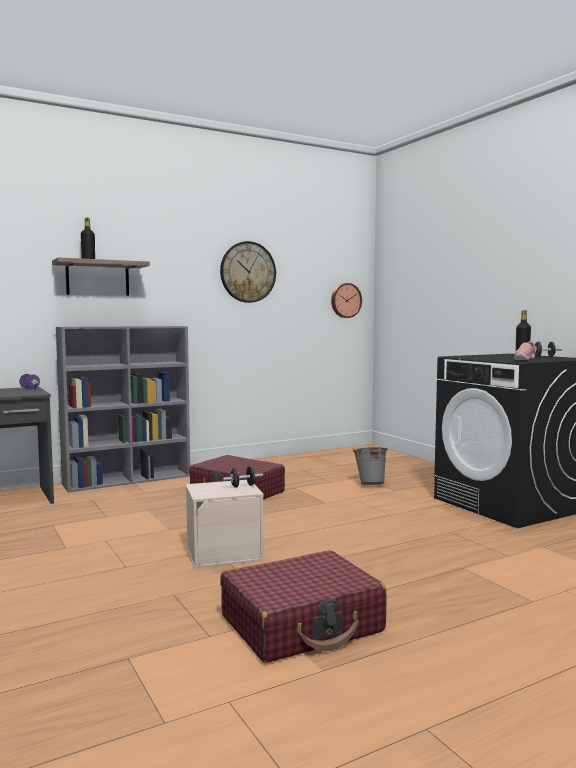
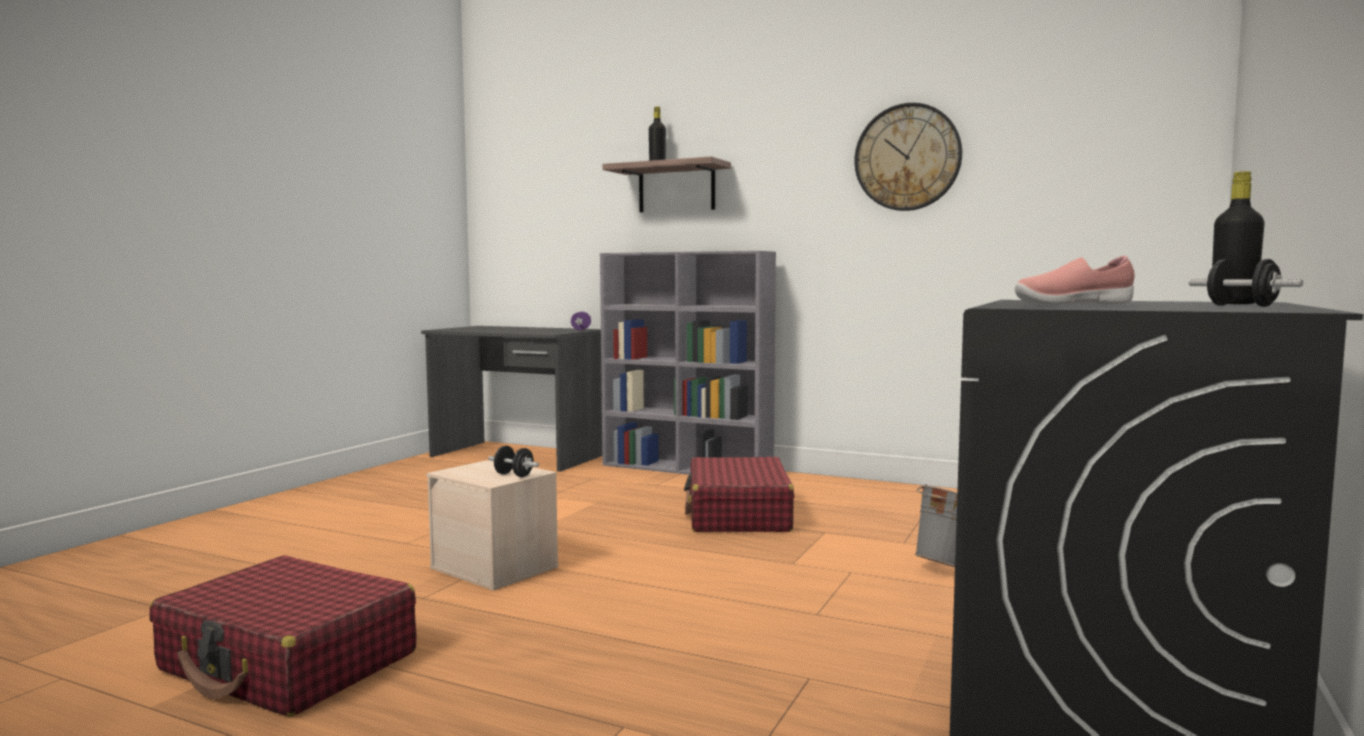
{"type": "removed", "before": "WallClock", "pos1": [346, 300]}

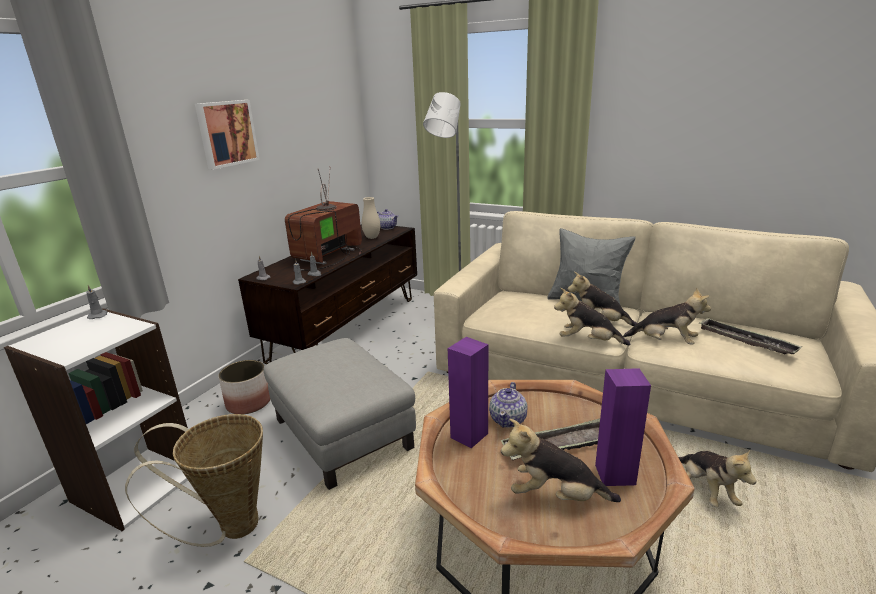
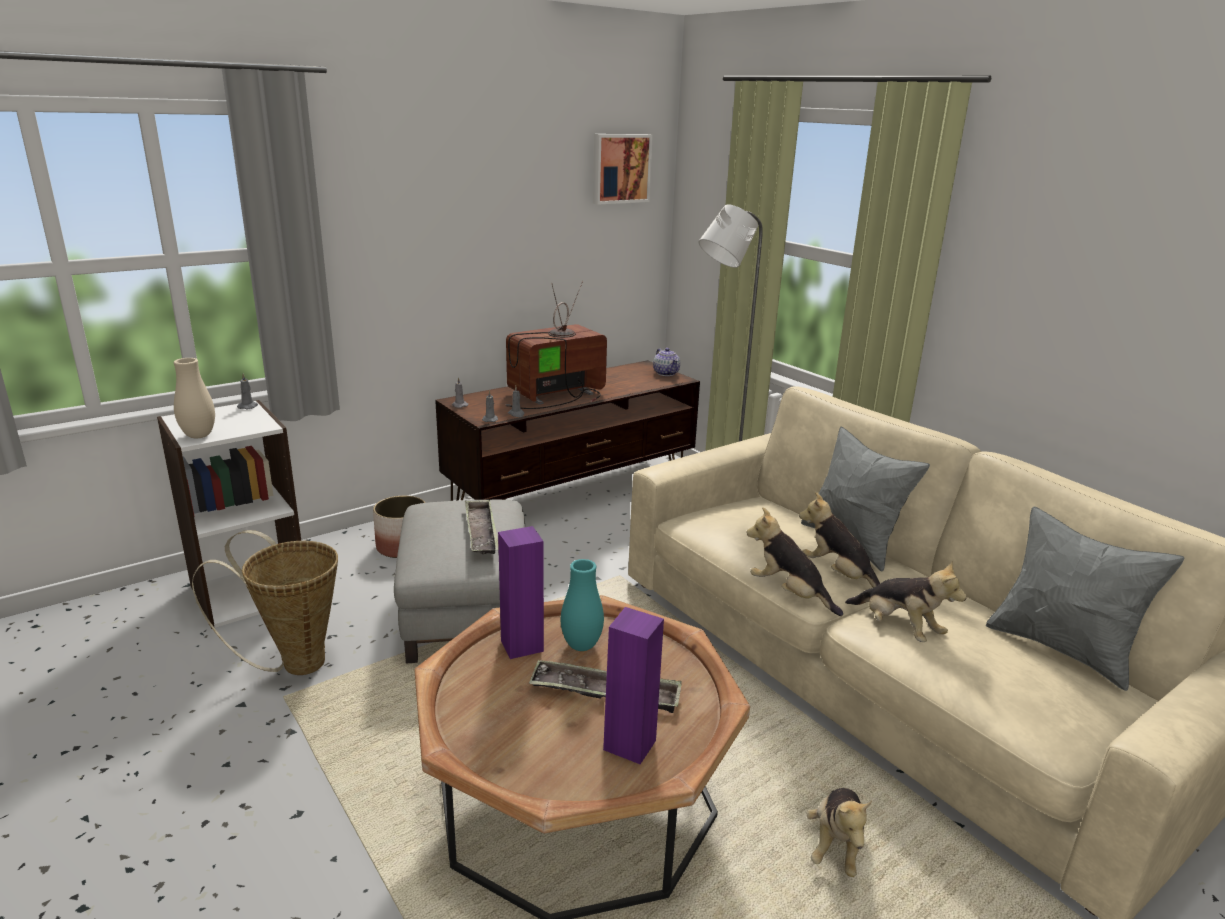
{"type": "removed", "before": "CuddlyToy", "pos1": [561, 460]}
{"type": "added", "after": "GrayCushion", "pos2": [1085, 598]}
{"type": "moved", "before": "Picture", "pos1": [227, 134], "pos2": [623, 169]}
{"type": "moved", "before": "SandColouredFlowerVase", "pos1": [371, 218], "pos2": [194, 398]}
{"type": "moved", "before": "CarryingTray", "pos1": [750, 336], "pos2": [482, 527]}
{"type": "replaced", "before": "TeaPot", "after": "TurquoiseColouredFlowerVase", "pos1": [508, 405], "pos2": [582, 605]}

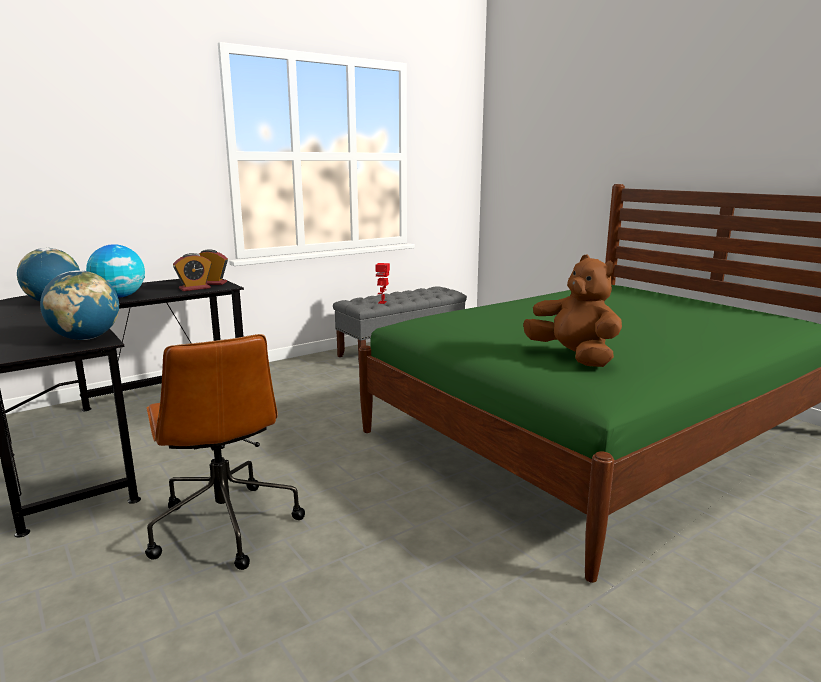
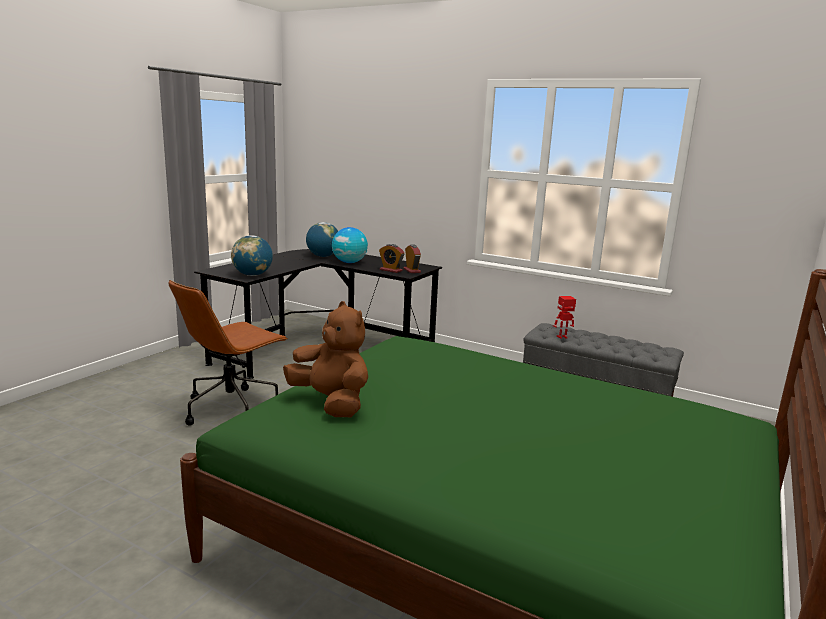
{"type": "turned", "before": "BrownCuddlyToy", "pos1": [572, 310], "pos2": [325, 359], "turn": -75}

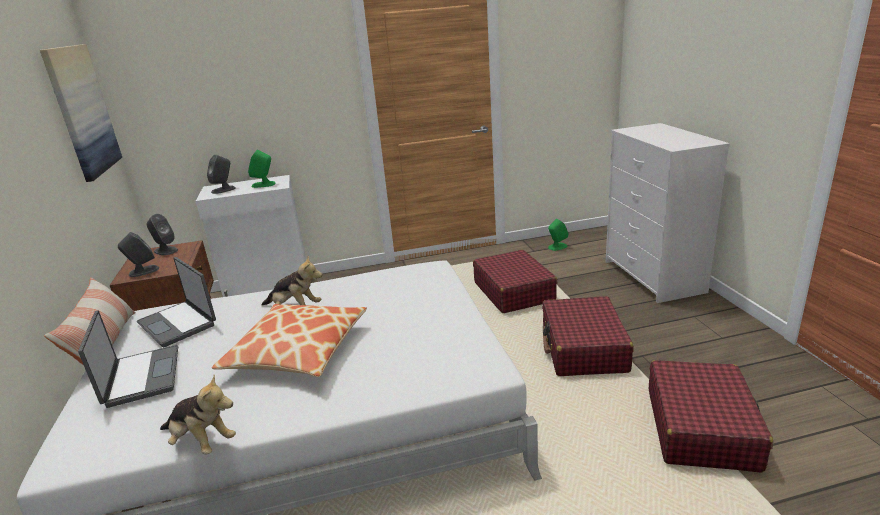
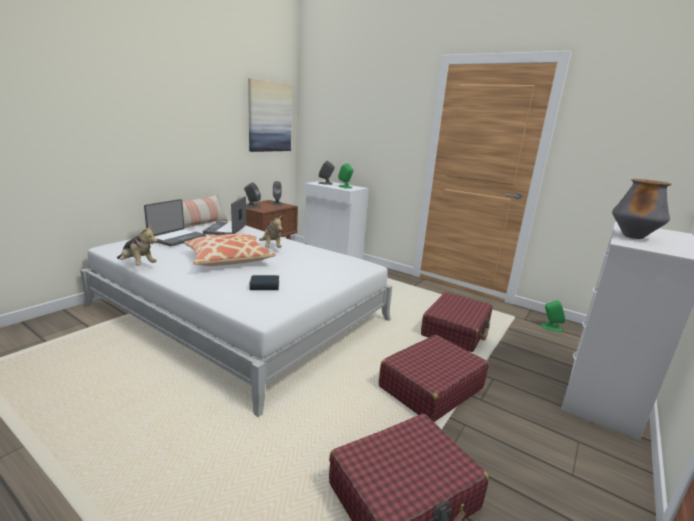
{"type": "added", "after": "Book", "pos2": [264, 282]}
{"type": "added", "after": "FlowerVase", "pos2": [642, 209]}
{"type": "turned", "before": "CuddlyToy", "pos1": [198, 415], "pos2": [137, 245], "turn": -45}

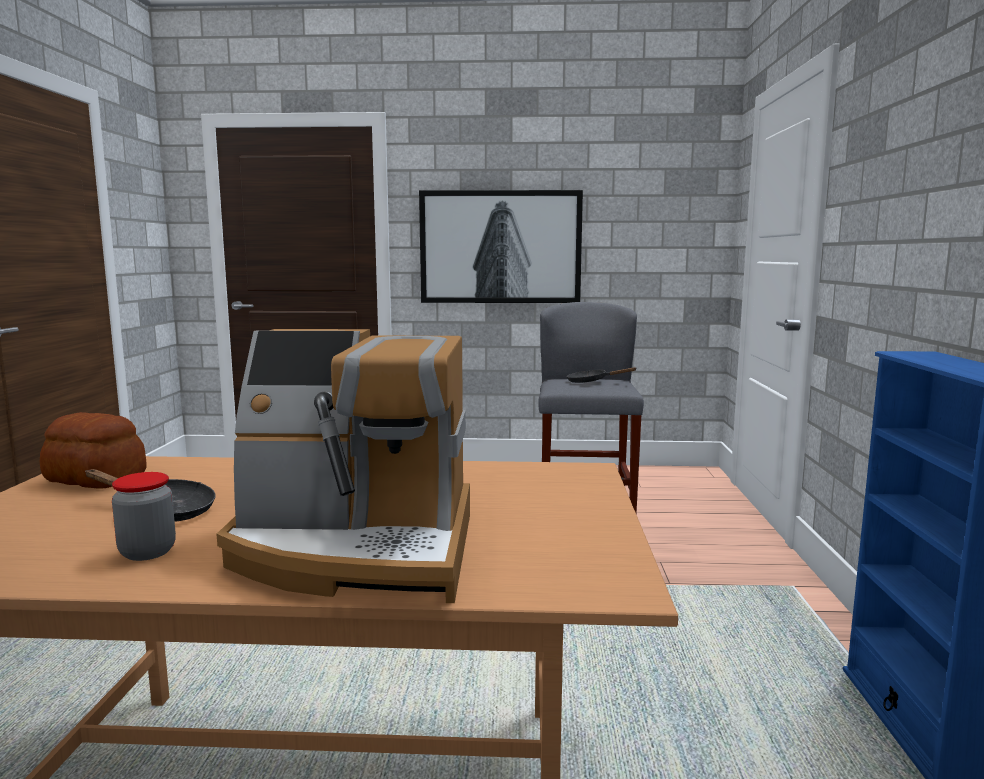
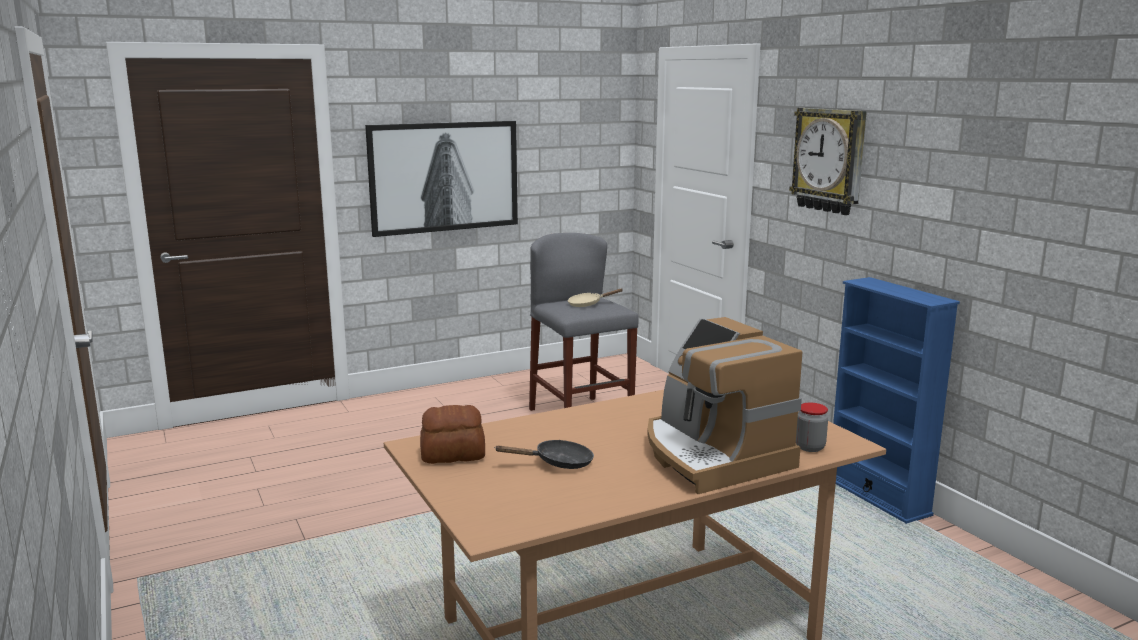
{"type": "added", "after": "WallClock", "pos2": [828, 161]}
{"type": "moved", "before": "Jar", "pos1": [144, 516], "pos2": [812, 427]}
{"type": "recoloured", "before": "BlackColouredPan", "after": "SandColouredPan", "pos1": [602, 375], "pos2": [595, 298]}
{"type": "turned", "before": "CoffeeMachine", "pos1": [343, 466], "pos2": [724, 405], "turn": 90}

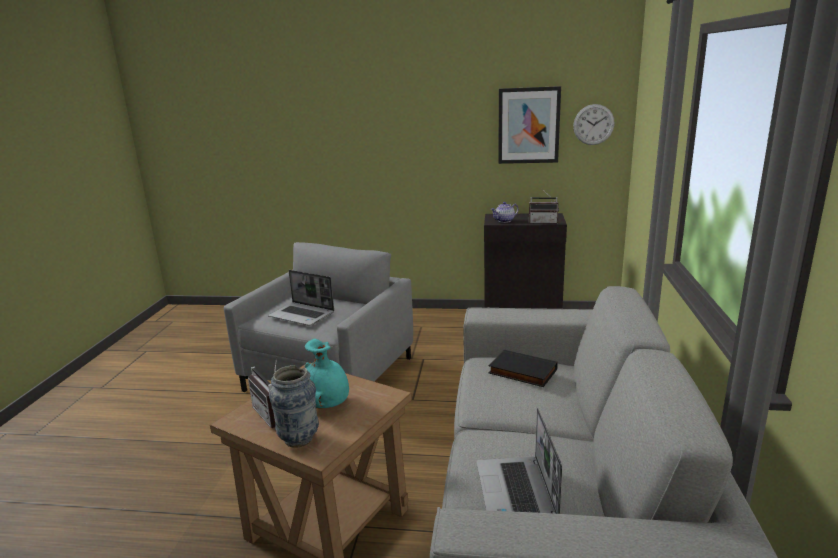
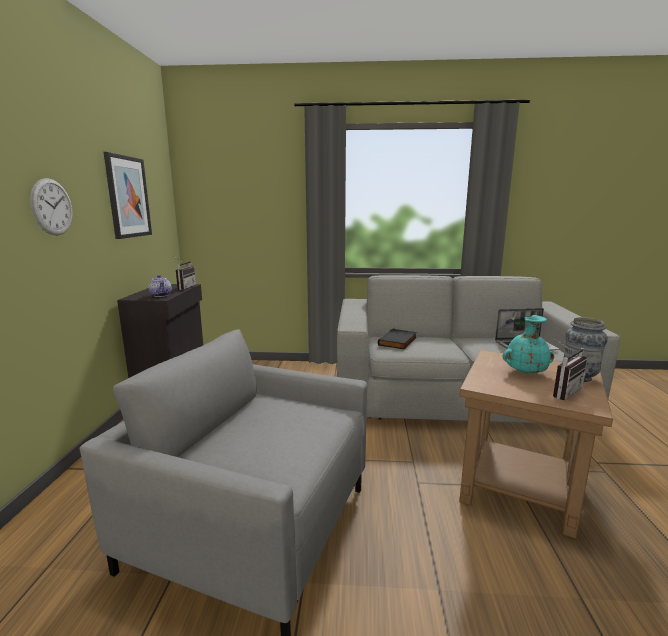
{"type": "removed", "before": "Laptop", "pos1": [301, 298]}
{"type": "moved", "before": "WallClock", "pos1": [594, 124], "pos2": [51, 206]}

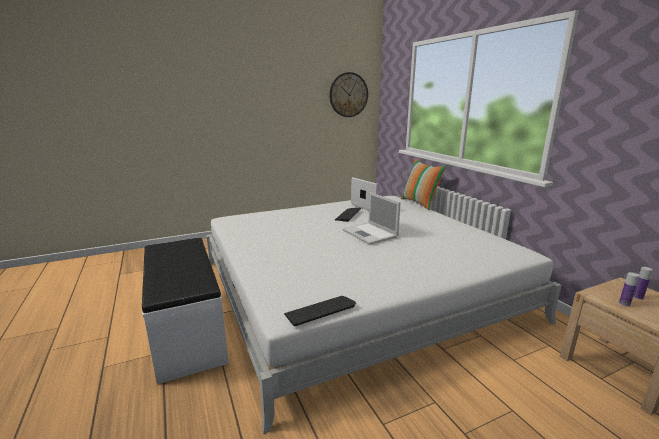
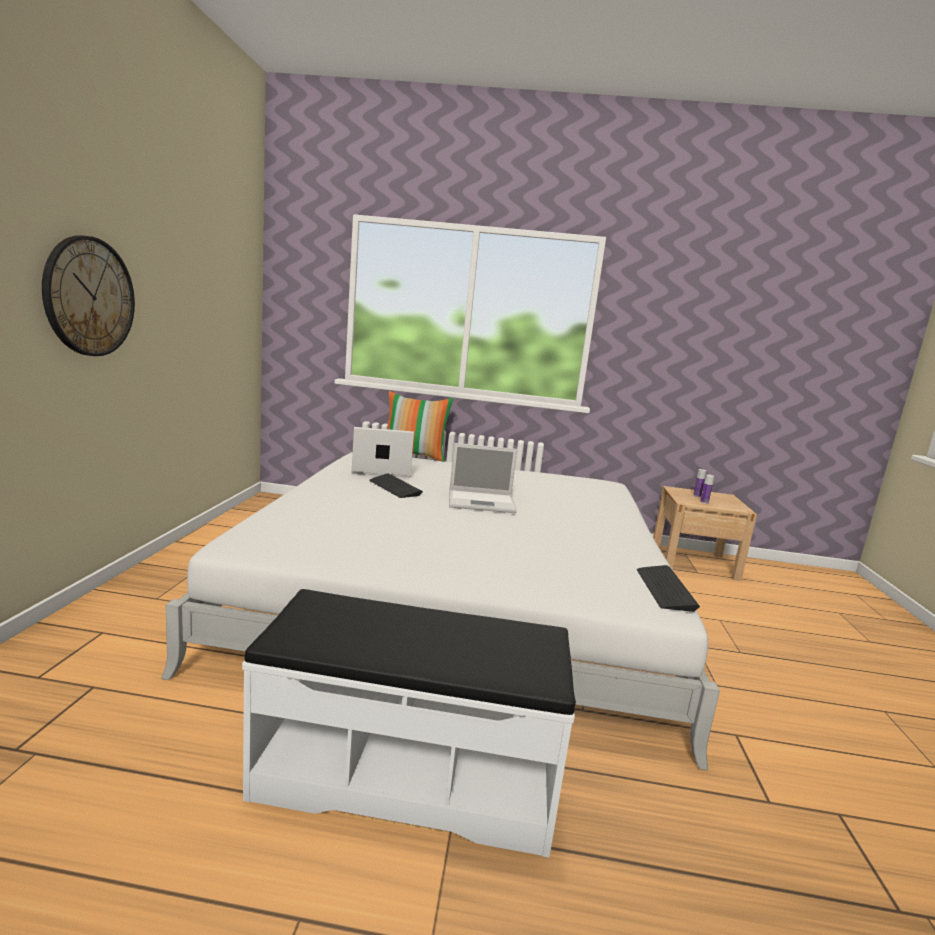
{"type": "moved", "before": "WallClock", "pos1": [348, 94], "pos2": [88, 295]}

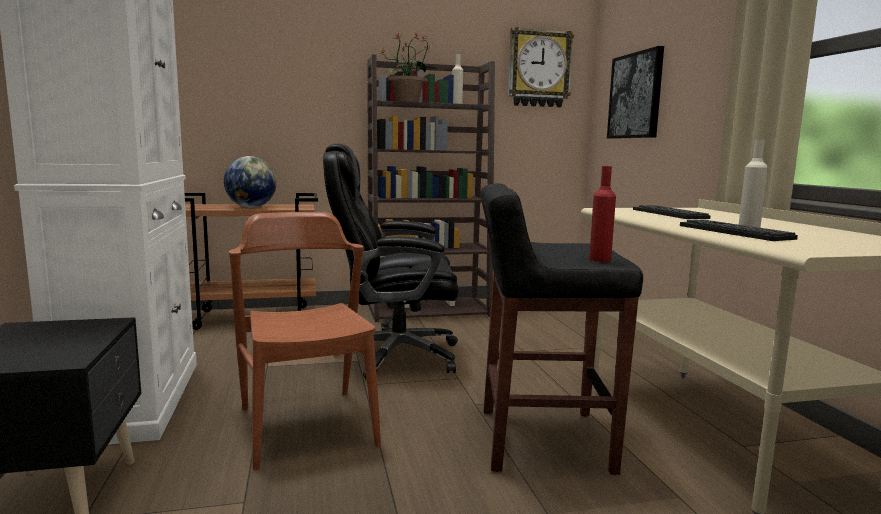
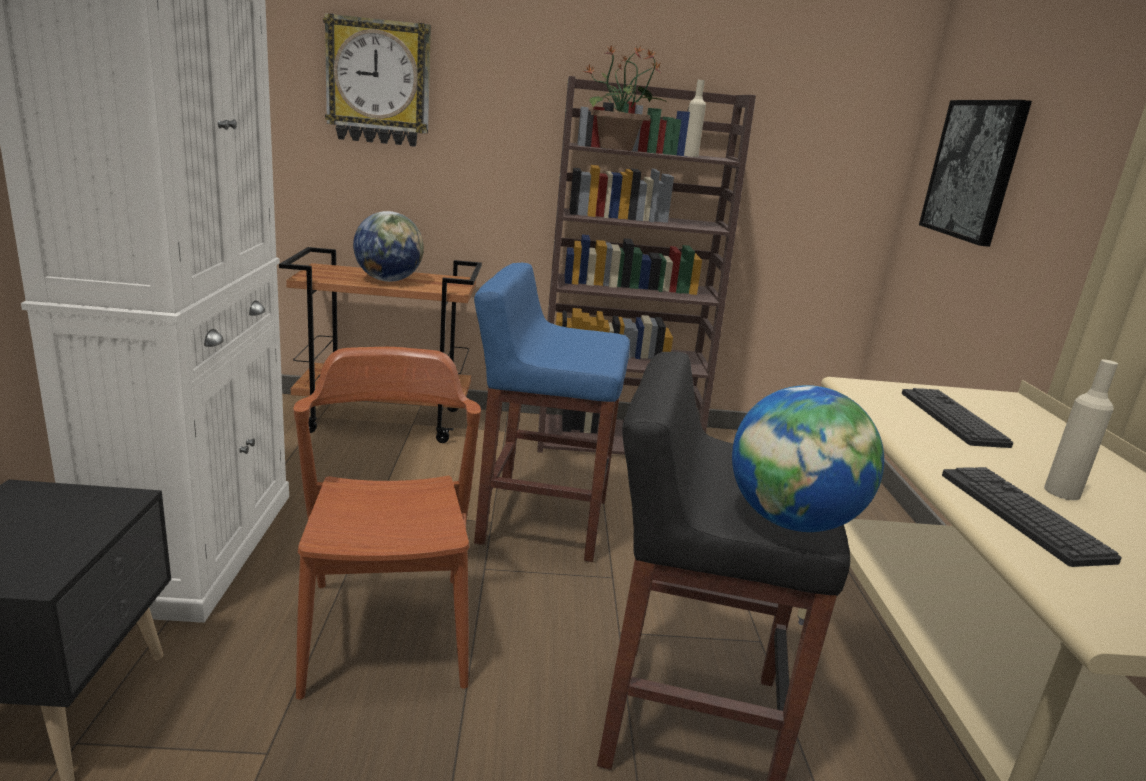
{"type": "moved", "before": "WallClock", "pos1": [541, 67], "pos2": [377, 80]}
{"type": "replaced", "before": "BlackColouredDeskChair", "after": "BlueColouredSittingStool", "pos1": [391, 261], "pos2": [552, 412]}
{"type": "replaced", "before": "RedBeverageBottle", "after": "Globe", "pos1": [602, 214], "pos2": [808, 458]}

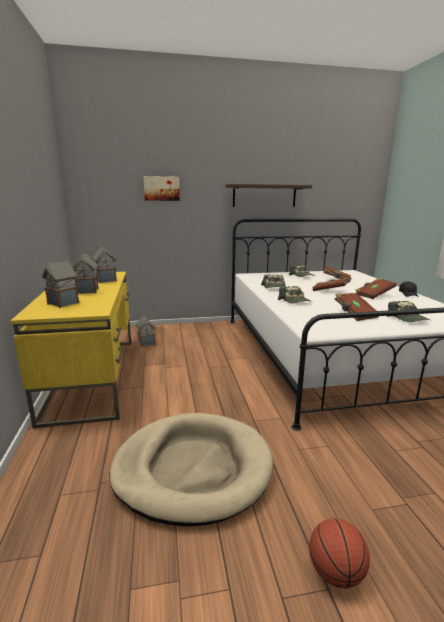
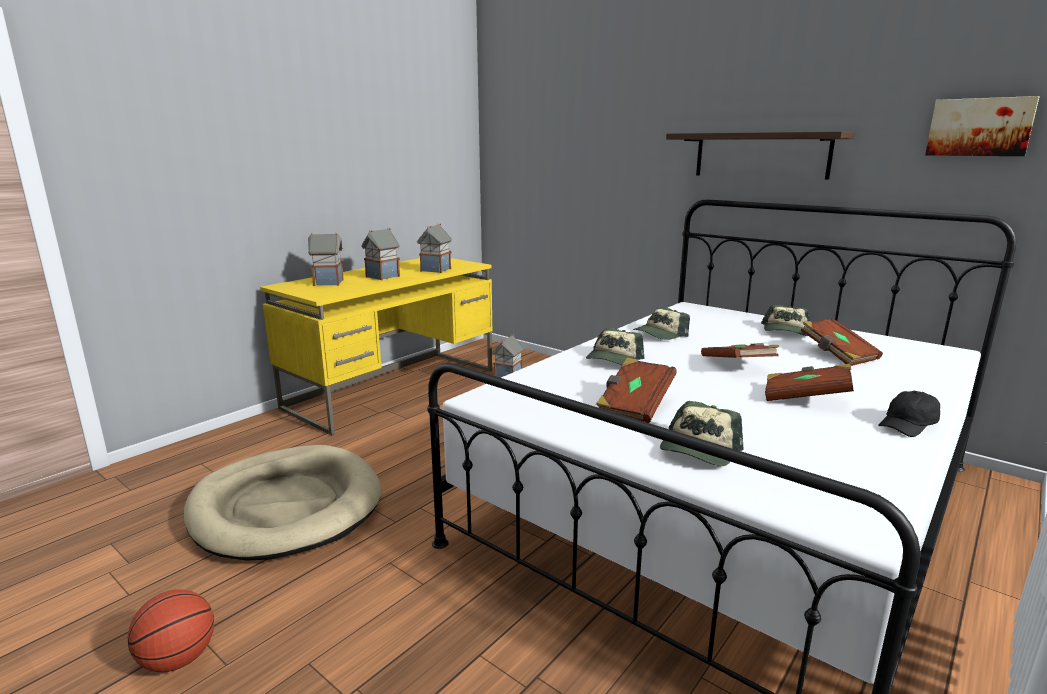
{"type": "moved", "before": "Picture", "pos1": [161, 188], "pos2": [982, 126]}

